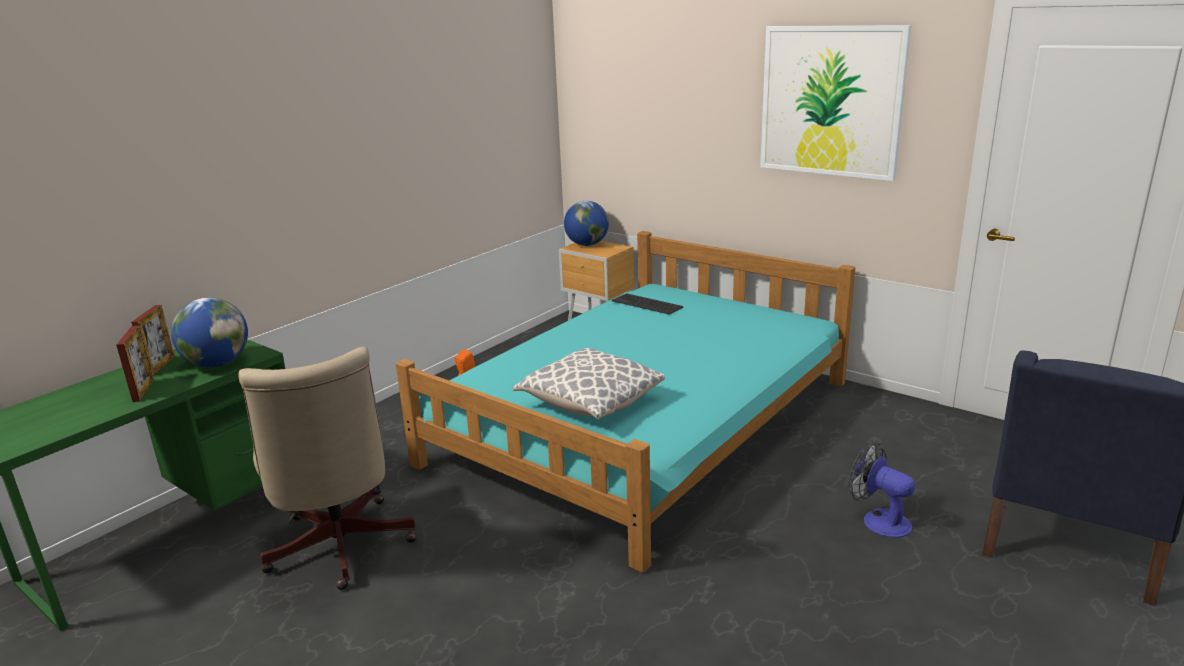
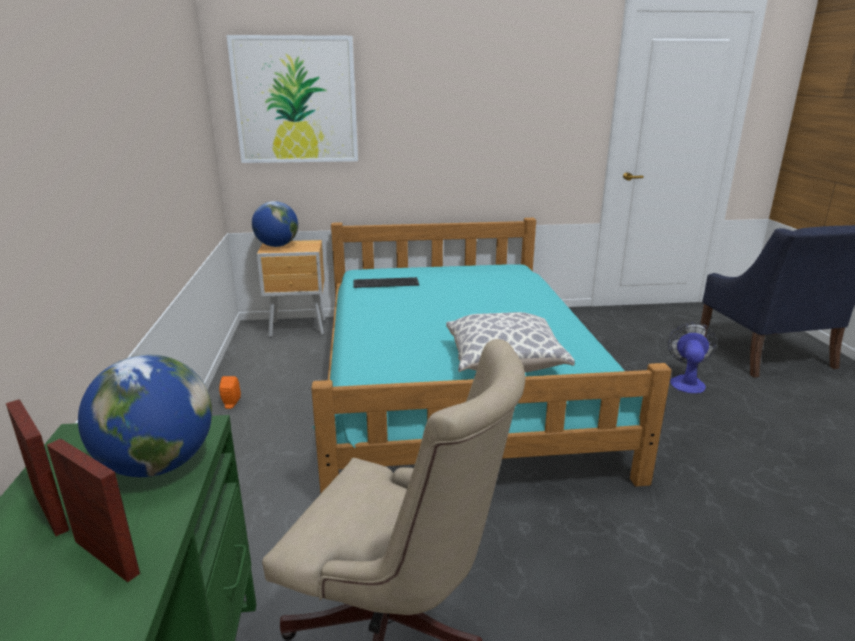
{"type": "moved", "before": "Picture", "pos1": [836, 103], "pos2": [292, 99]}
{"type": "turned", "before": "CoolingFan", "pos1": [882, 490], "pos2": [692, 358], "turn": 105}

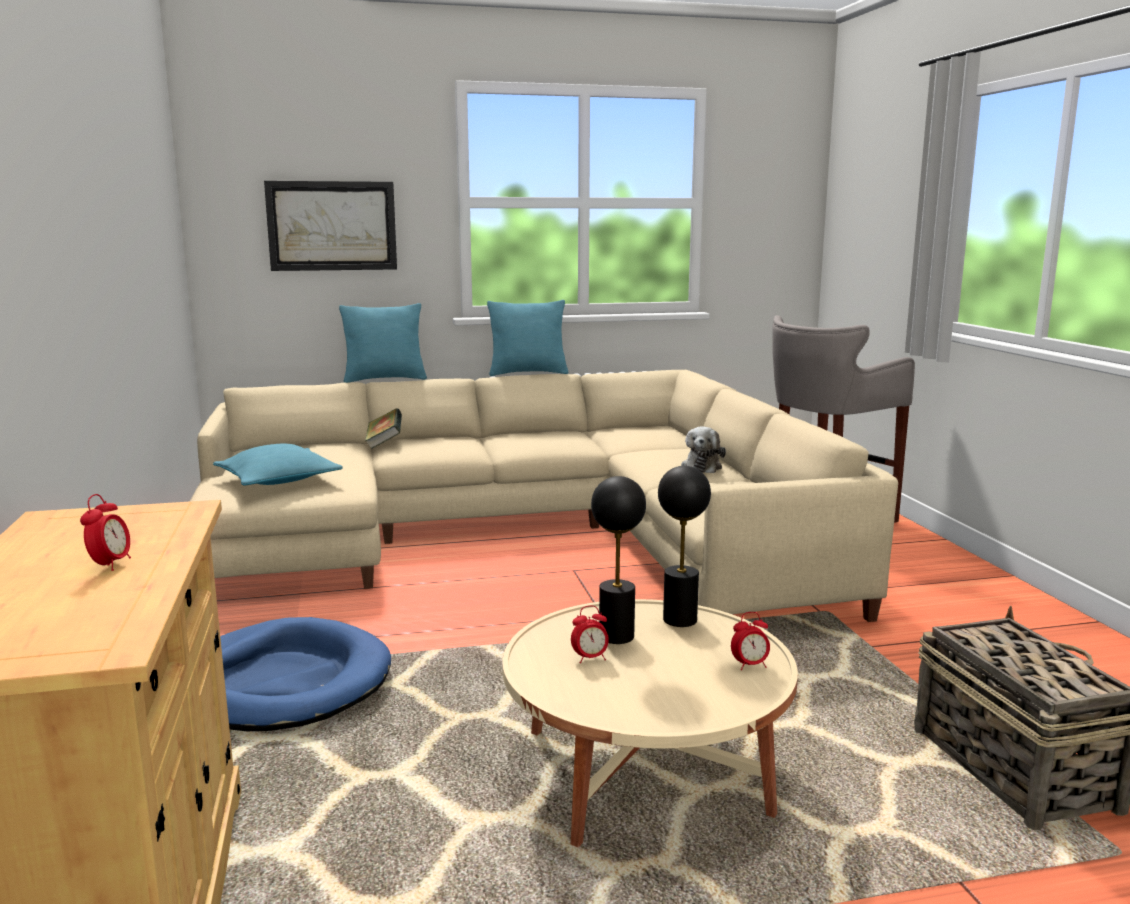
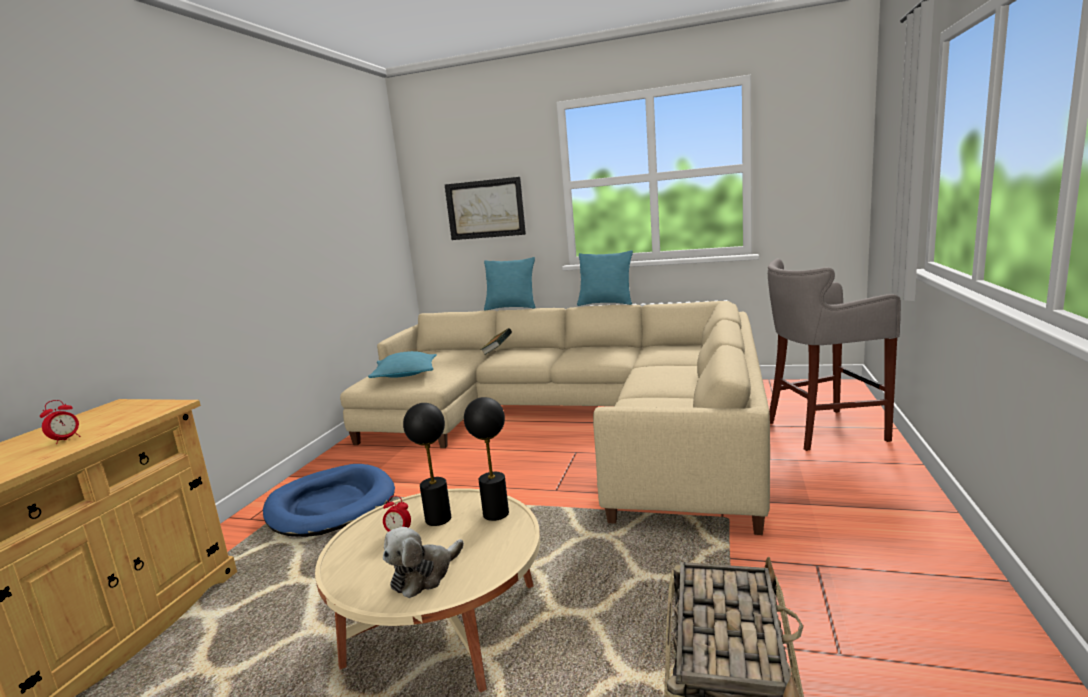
{"type": "removed", "before": "AlarmClock", "pos1": [750, 641]}
{"type": "moved", "before": "CuddlyToy", "pos1": [703, 449], "pos2": [423, 562]}

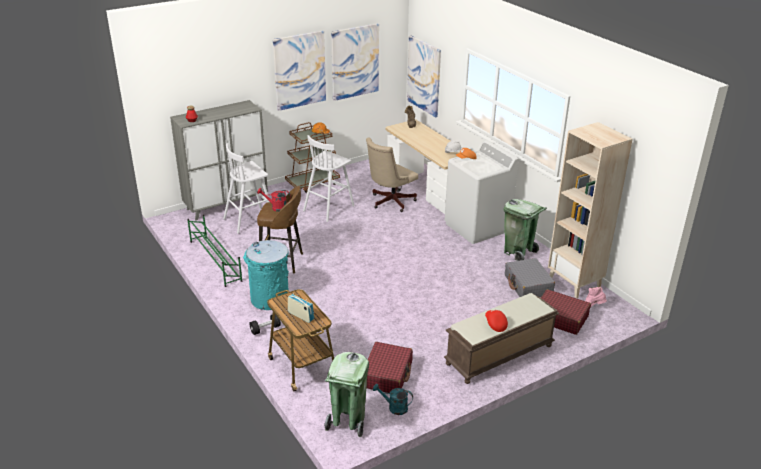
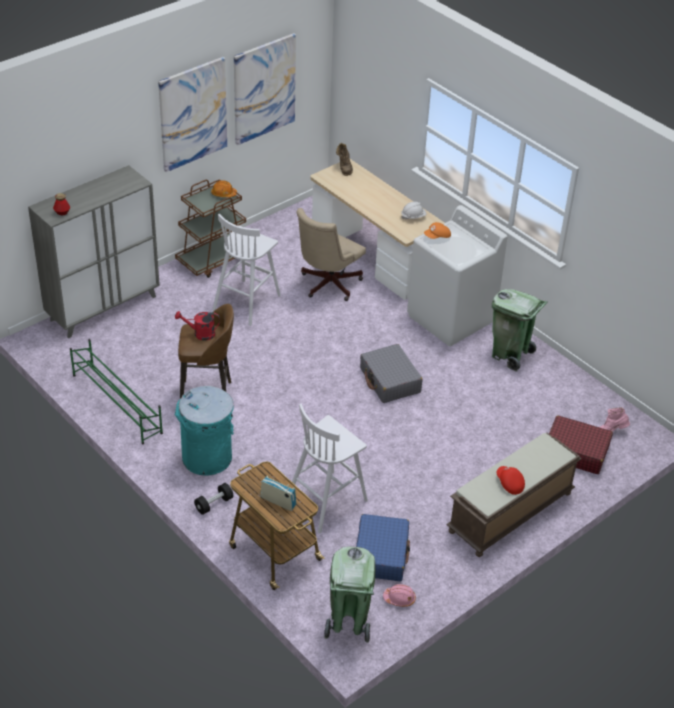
{"type": "removed", "before": "Picture", "pos1": [424, 76]}
{"type": "removed", "before": "SandColouredShelvingUnit", "pos1": [590, 210]}
{"type": "moved", "before": "WhiteSittingStool", "pos1": [246, 188], "pos2": [330, 468]}
{"type": "moved", "before": "GrayPieceOfLuggage", "pos1": [530, 277], "pos2": [391, 373]}
{"type": "replaced", "before": "TurquoiseColouredWateringCan", "after": "PinkColouredSafetyHelmet", "pos1": [393, 399], "pos2": [399, 595]}
{"type": "recoloured", "before": "RedPieceOfLuggage", "after": "BlueColouredPieceOfLuggage", "pos1": [389, 367], "pos2": [383, 547]}

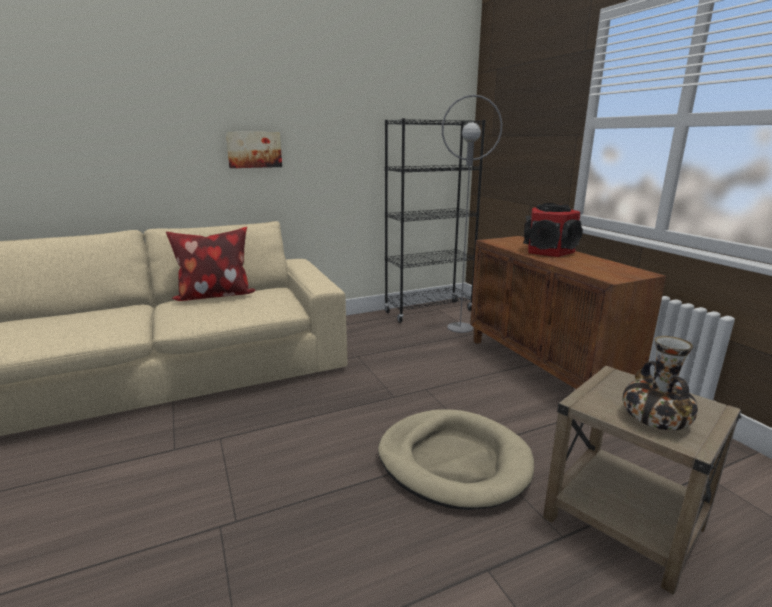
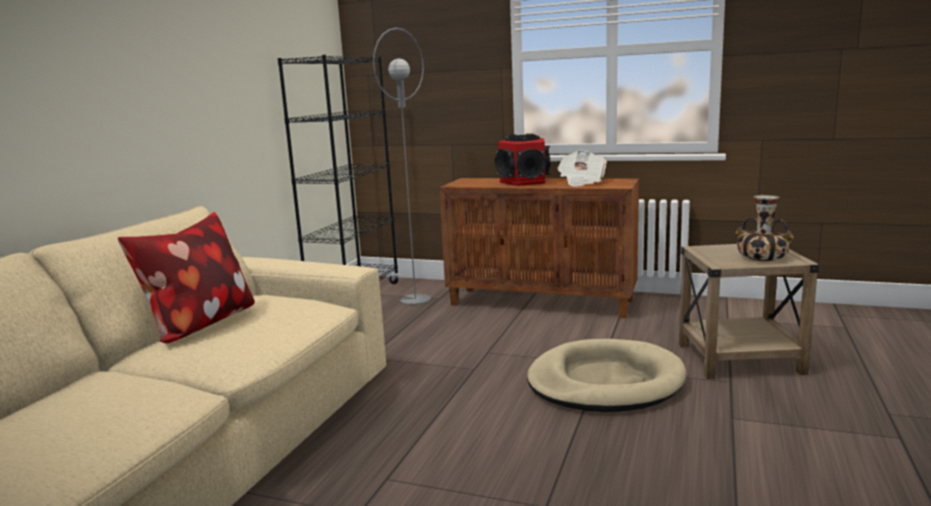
{"type": "removed", "before": "Picture", "pos1": [253, 150]}
{"type": "added", "after": "Newspaper", "pos2": [582, 168]}

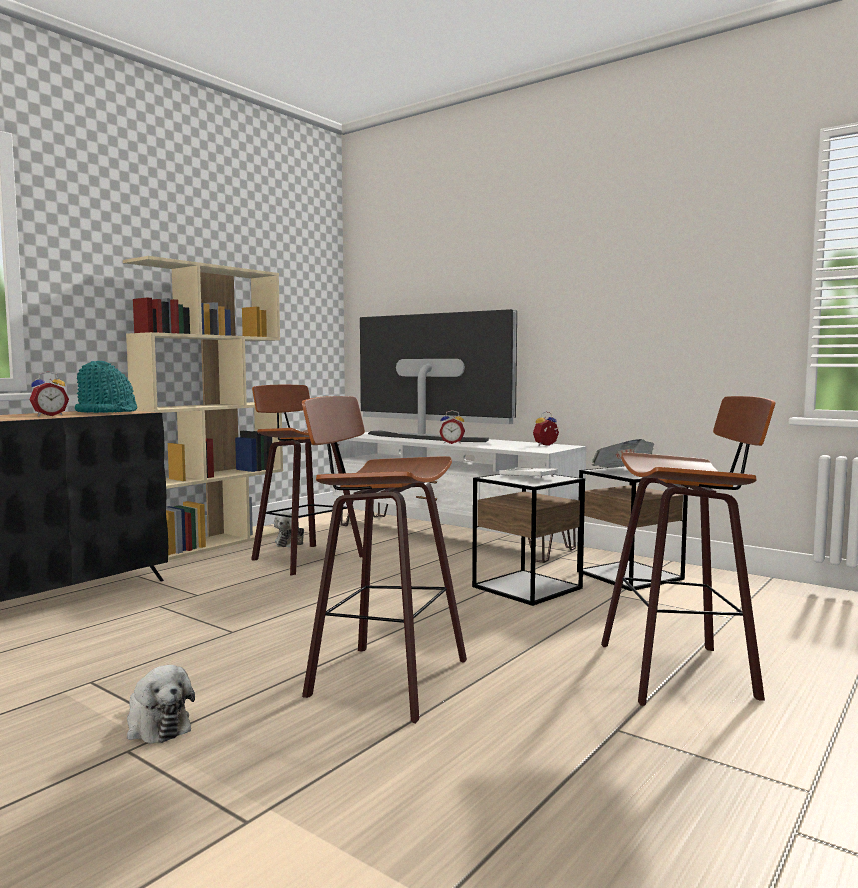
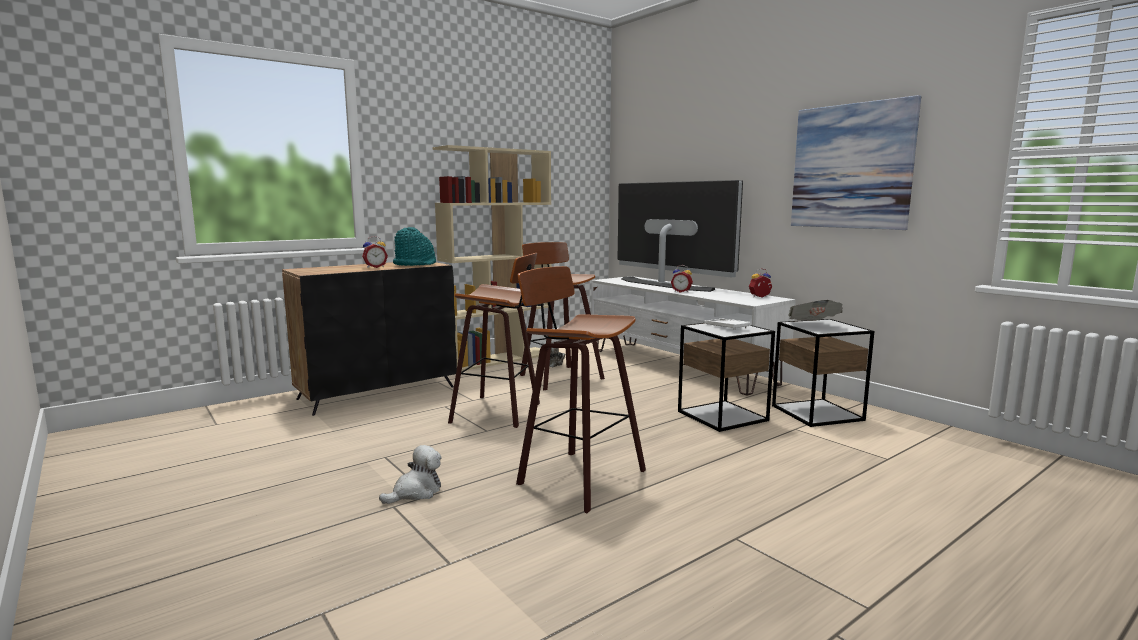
{"type": "added", "after": "Picture", "pos2": [856, 162]}
{"type": "moved", "before": "SittingStool", "pos1": [688, 551], "pos2": [494, 340]}
{"type": "turned", "before": "CuddlyToy", "pos1": [161, 704], "pos2": [410, 474], "turn": -105}

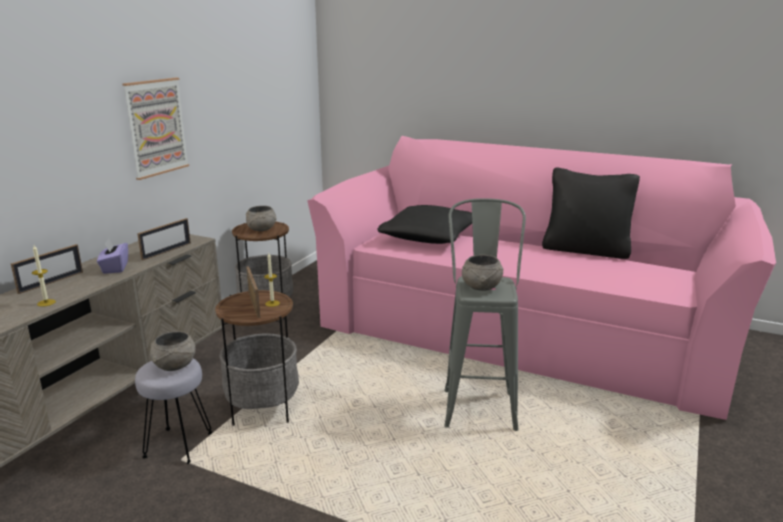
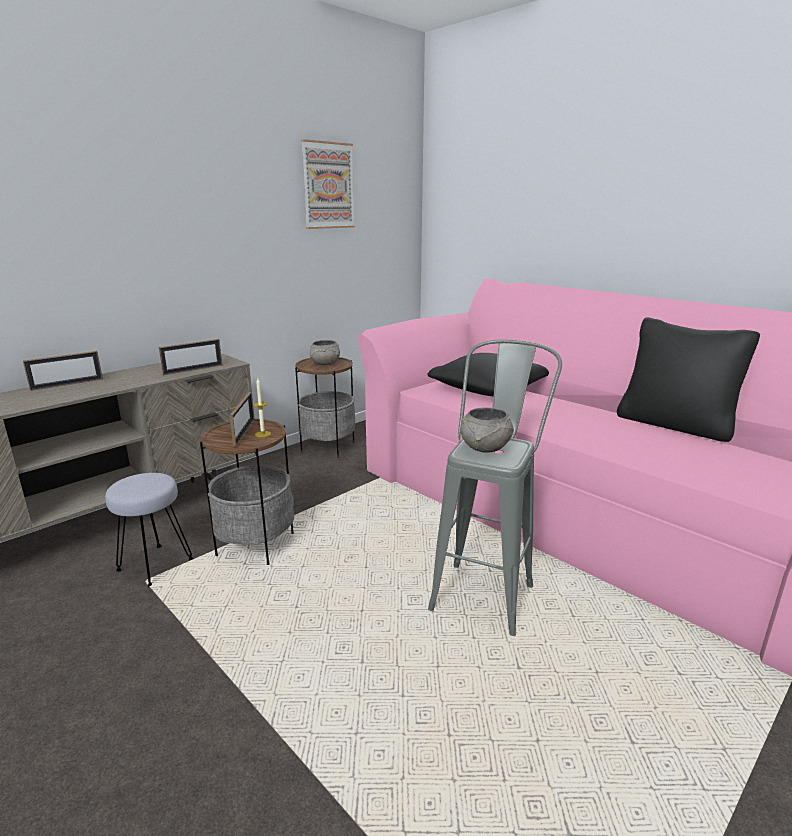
{"type": "removed", "before": "Candle", "pos1": [44, 276]}
{"type": "removed", "before": "PurpleColouredTissueHolder", "pos1": [112, 256]}
{"type": "removed", "before": "GrayBowl", "pos1": [173, 351]}
{"type": "moved", "before": "Picture", "pos1": [155, 129], "pos2": [328, 184]}

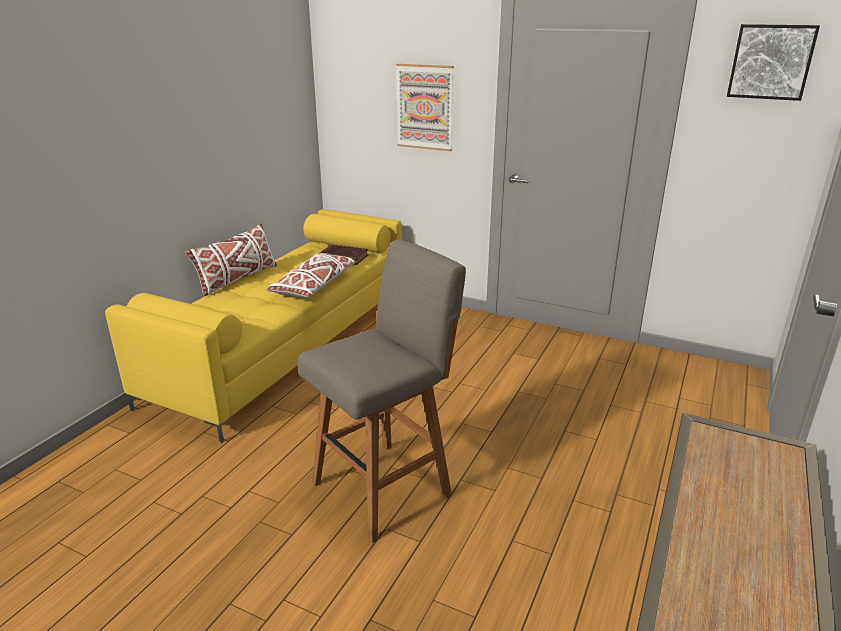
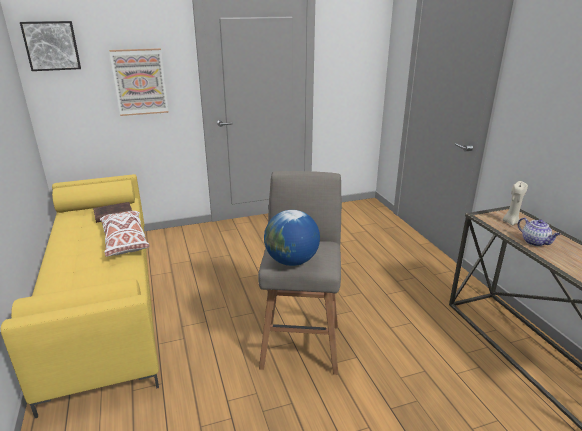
{"type": "removed", "before": "WhiteCushion", "pos1": [231, 260]}
{"type": "added", "after": "Globe", "pos2": [292, 238]}
{"type": "added", "after": "SandColouredCandle", "pos2": [515, 203]}
{"type": "added", "after": "TeaPot", "pos2": [539, 231]}
{"type": "moved", "before": "Picture", "pos1": [773, 62], "pos2": [50, 46]}

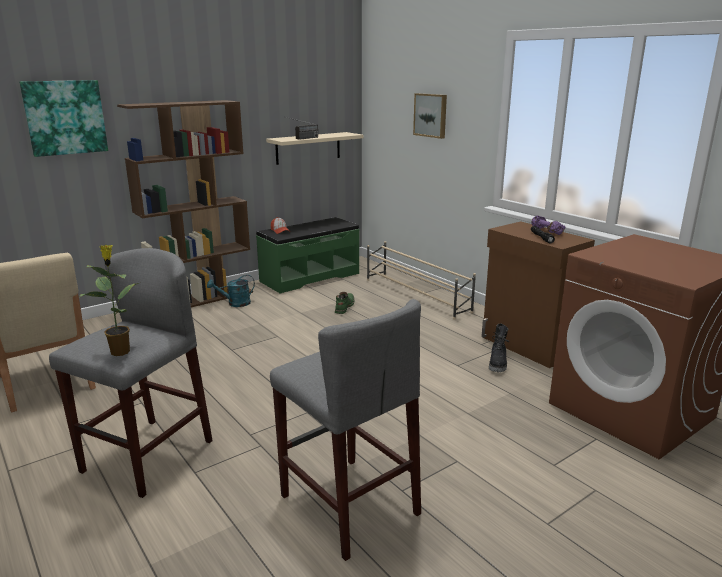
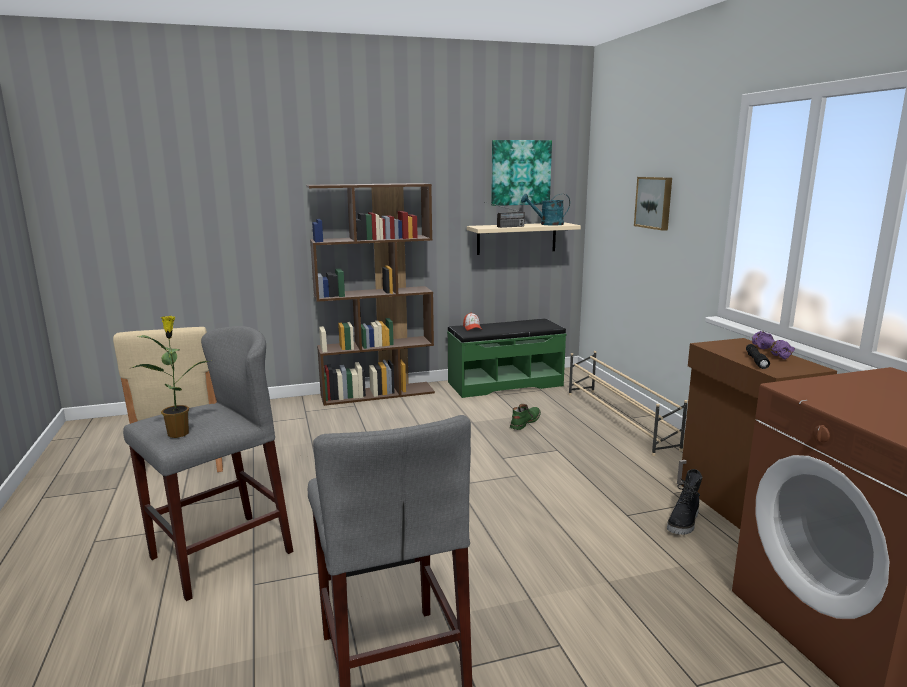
{"type": "moved", "before": "Picture", "pos1": [63, 118], "pos2": [521, 173]}
{"type": "moved", "before": "TurquoiseColouredWateringCan", "pos1": [231, 291], "pos2": [545, 209]}

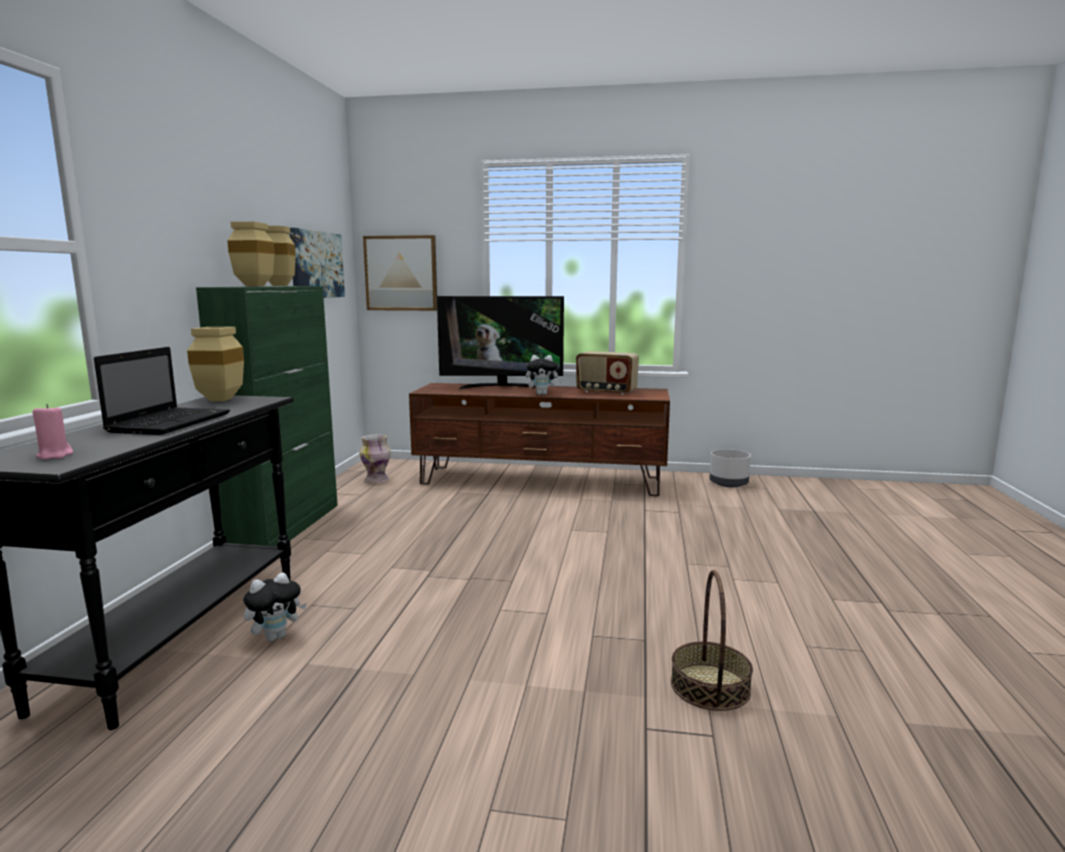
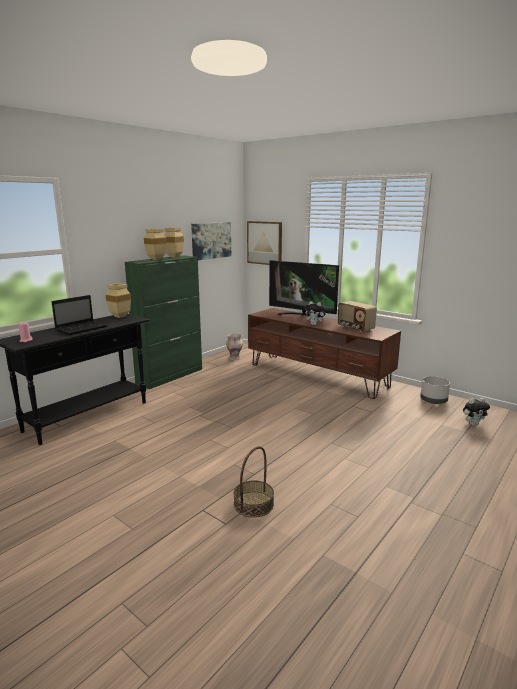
{"type": "moved", "before": "CuddlyToy", "pos1": [275, 606], "pos2": [476, 412]}

